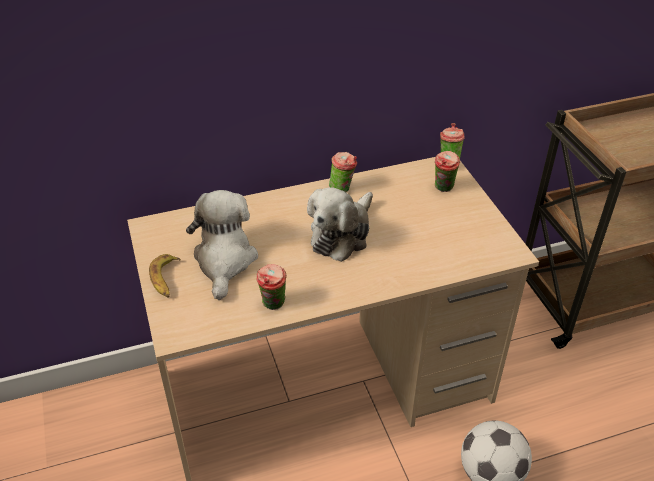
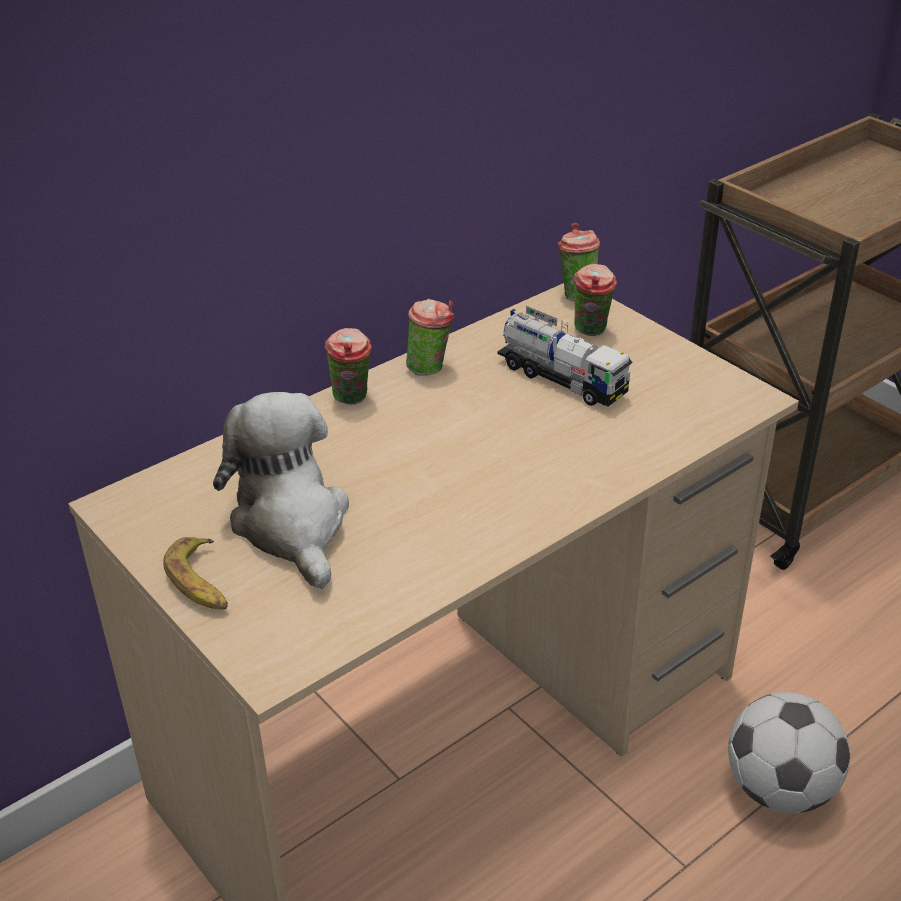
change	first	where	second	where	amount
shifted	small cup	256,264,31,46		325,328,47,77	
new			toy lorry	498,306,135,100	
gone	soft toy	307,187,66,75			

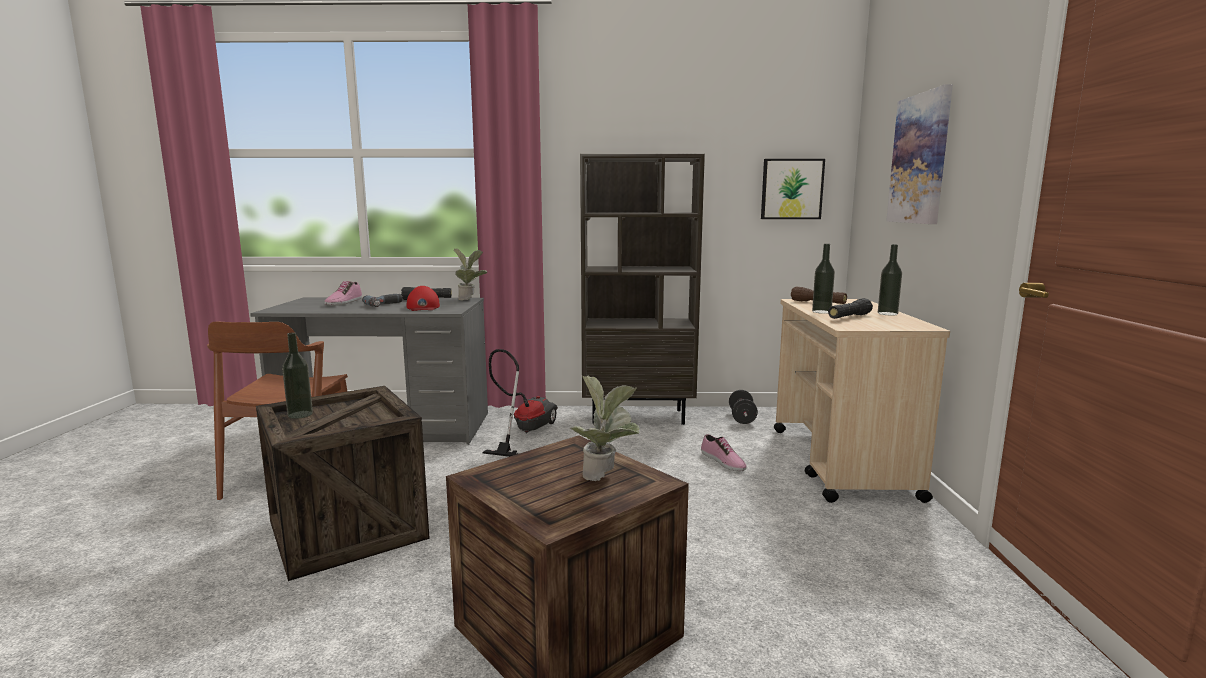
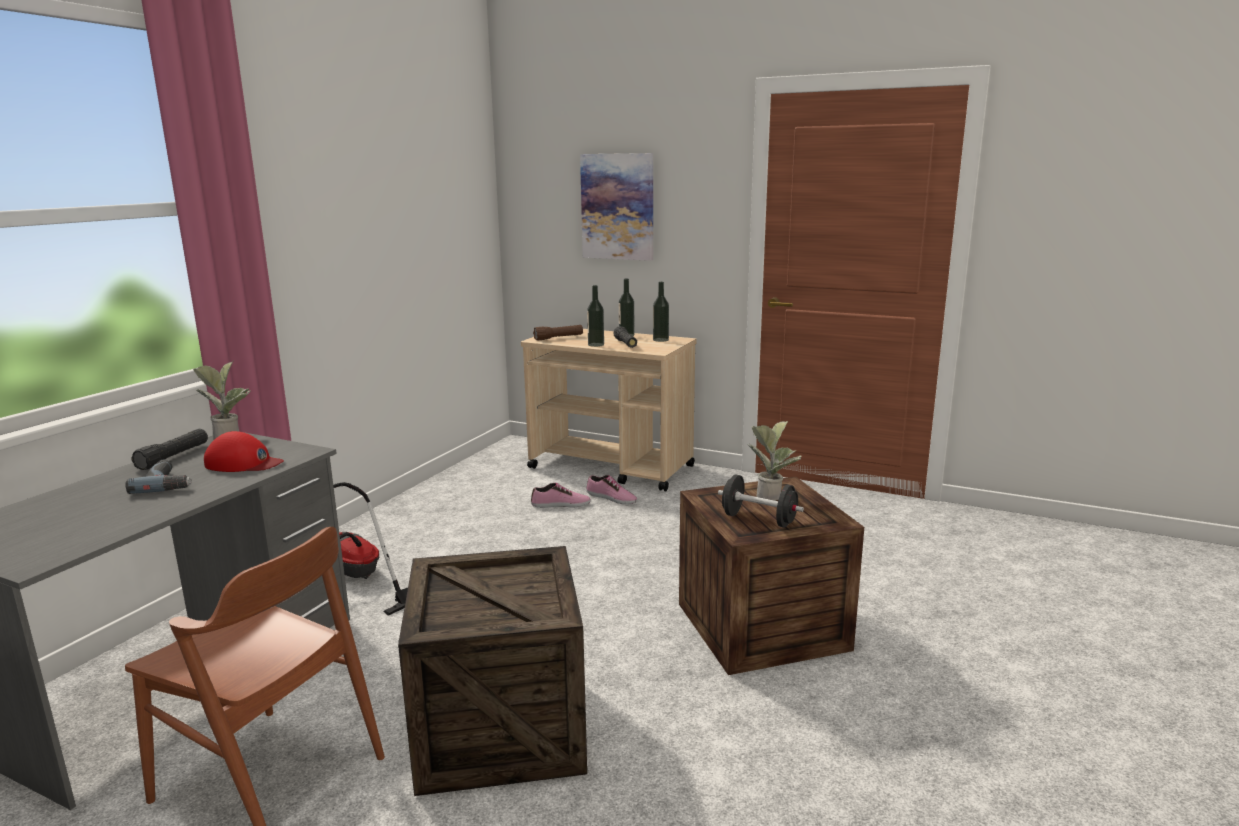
change	first	where	second	where	amount
shifted	low shoe	324,281,38,25		587,475,50,29	
shifted	beverage bottle	282,332,31,87		653,282,16,60	
shifted	blackish hand weight	729,390,29,34		718,475,86,53	
gone	brownish bookshelf	580,154,125,271			
gone	wall picture	761,159,64,60			

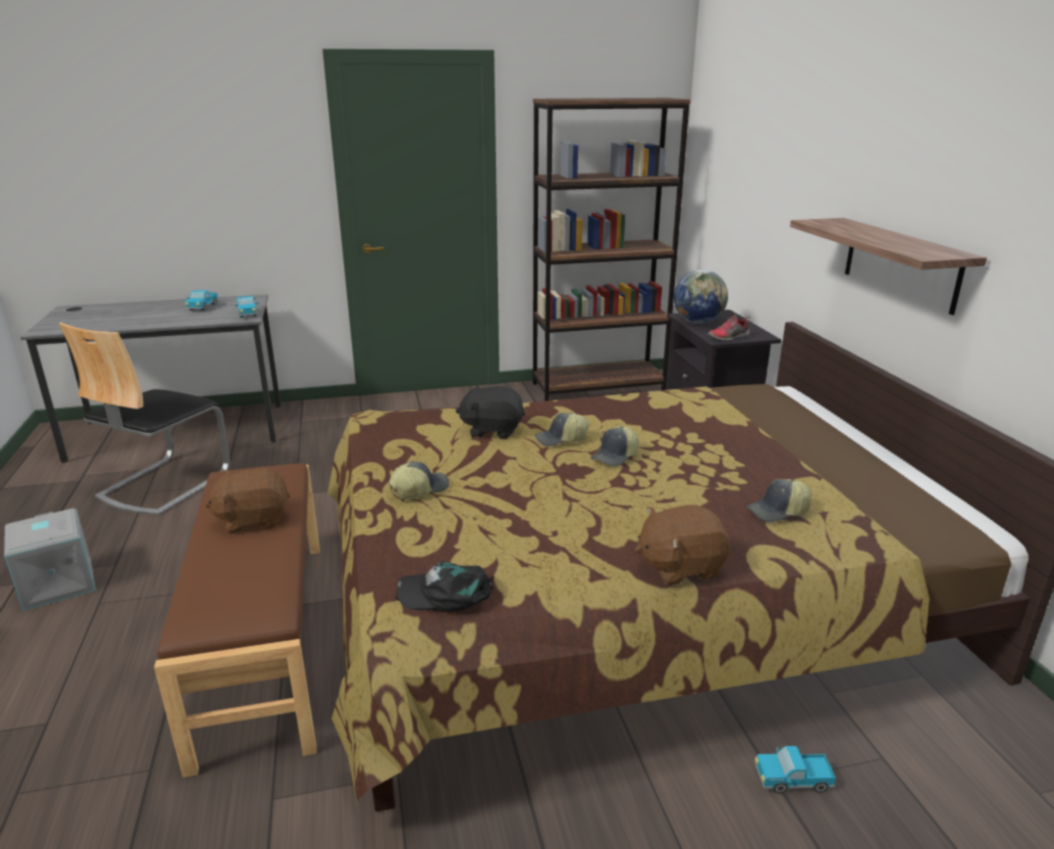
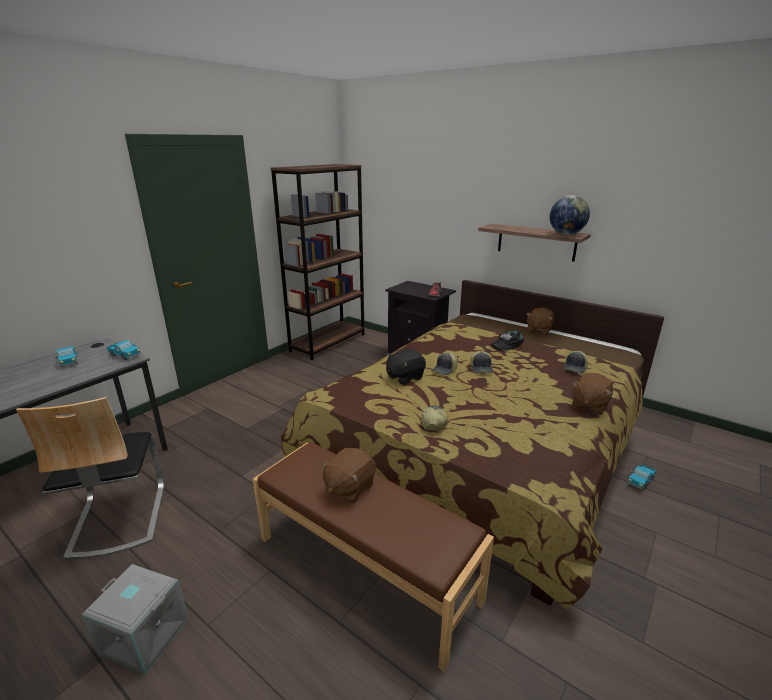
change	first	where	second	where	amount
shifted	blackish baseball cap	395,561,99,51		491,331,33,20	
new			brownish soft toy	526,308,29,27	
shifted	world globe	674,269,54,55		550,195,40,40	

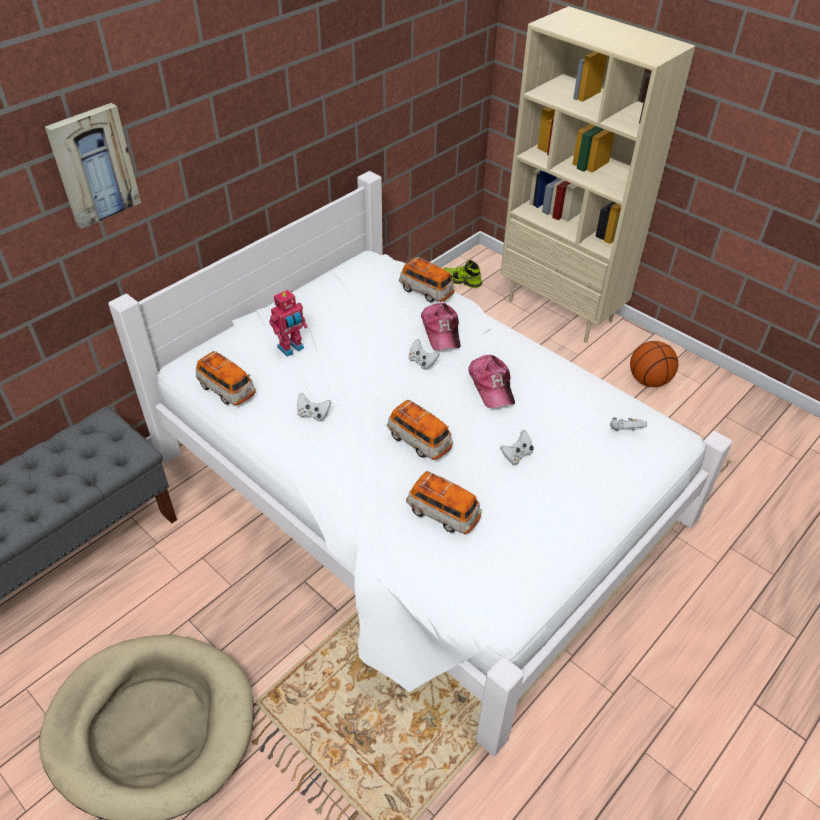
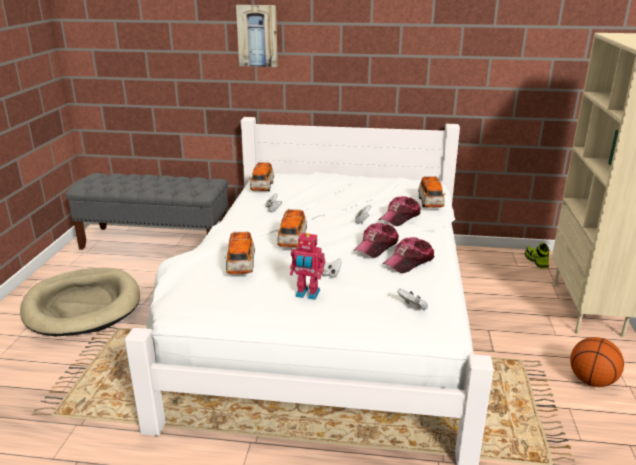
change	first	where	second	where	amount
shifted	model robot	269,290,39,67		290,233,35,67	
new			baseball cap	382,237,53,36	

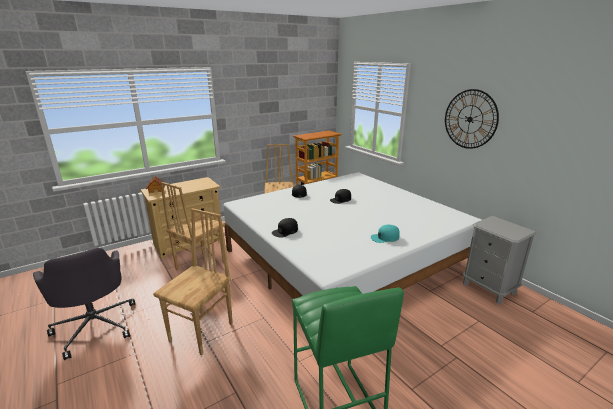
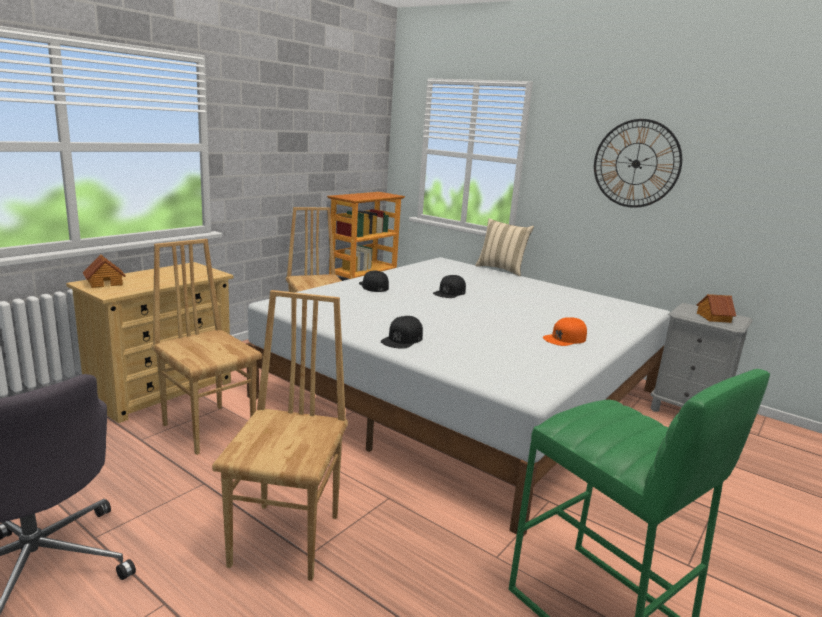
change	first	where	second	where	amount
rotated	brownish chair	160,182,65,88		151,239,111,216	120 degrees clockwise
new			sand-coloured cushion	475,218,59,58	
repainted	turquoise baseball cap	371,225,29,18	orangey baseball cap	543,317,44,29	
new			miniature house	697,294,39,29	

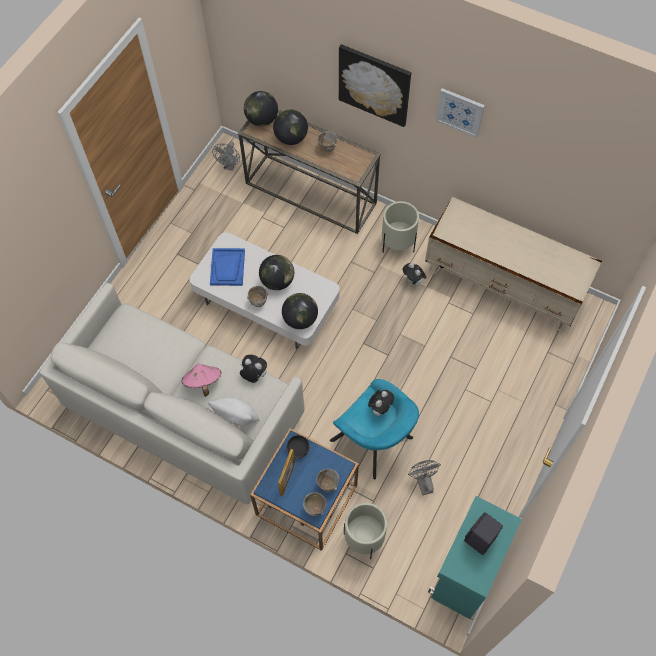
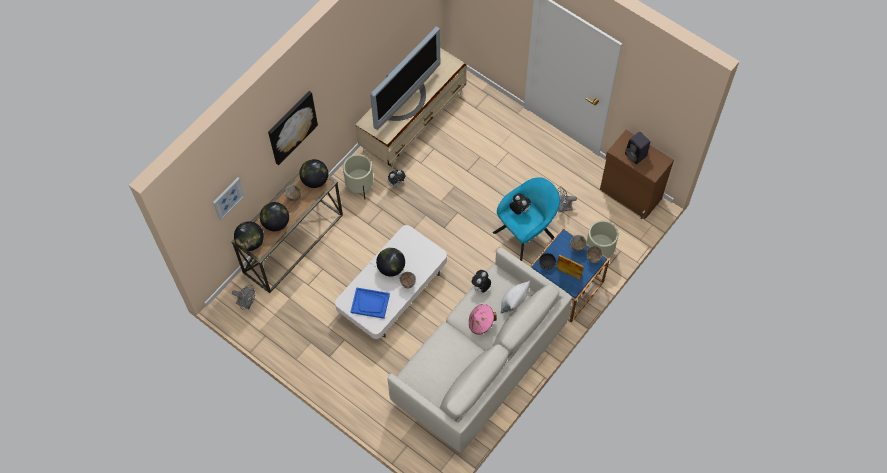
change	first	where	second	where	amount
shifted	wall picture	436,88,49,50		213,177,32,44	
shifted	world globe	282,293,36,36		299,159,29,29	
new			television	370,26,70,104	
repainted	turquoise storage cabinet	428,496,94,123	brownish storage cabinet	600,130,74,90	

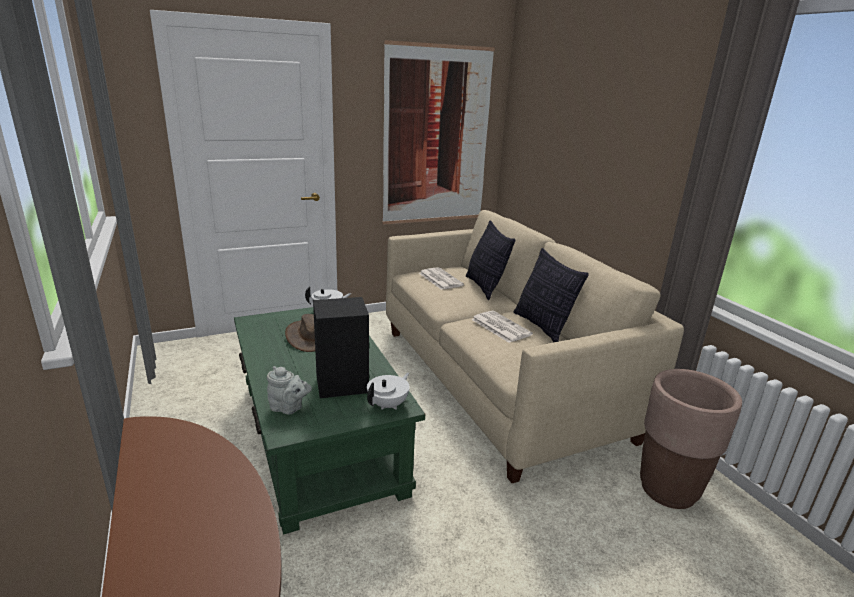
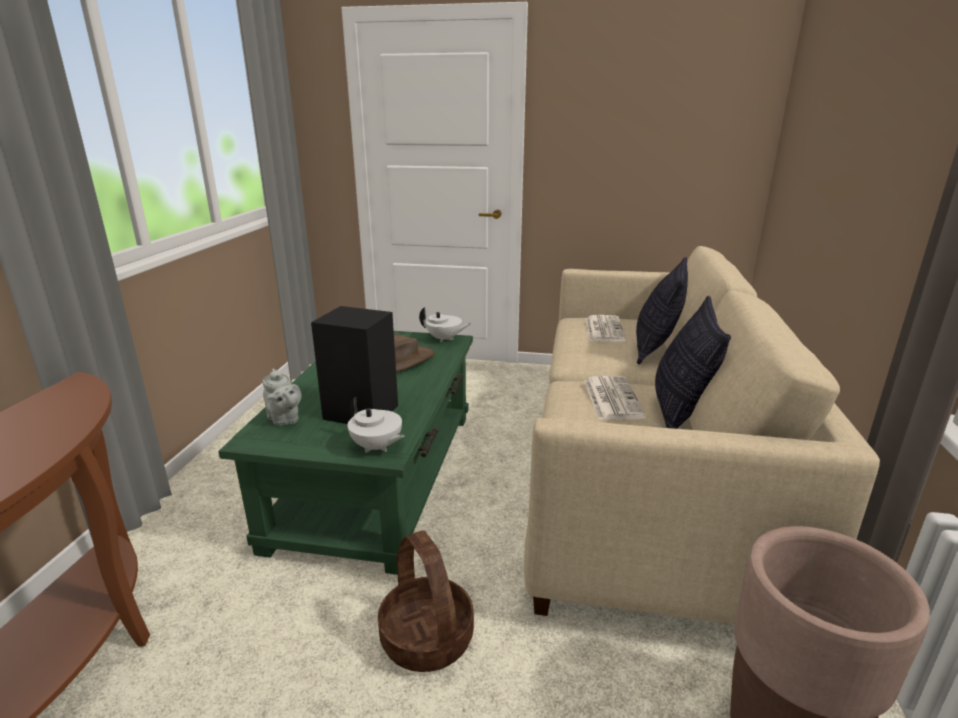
change	first	where	second	where	amount
rotated	white teapot	367,373,43,37		348,397,56,56	60 degrees clockwise
new			household basket	378,530,96,142	
gone	wall picture	382,40,113,185			

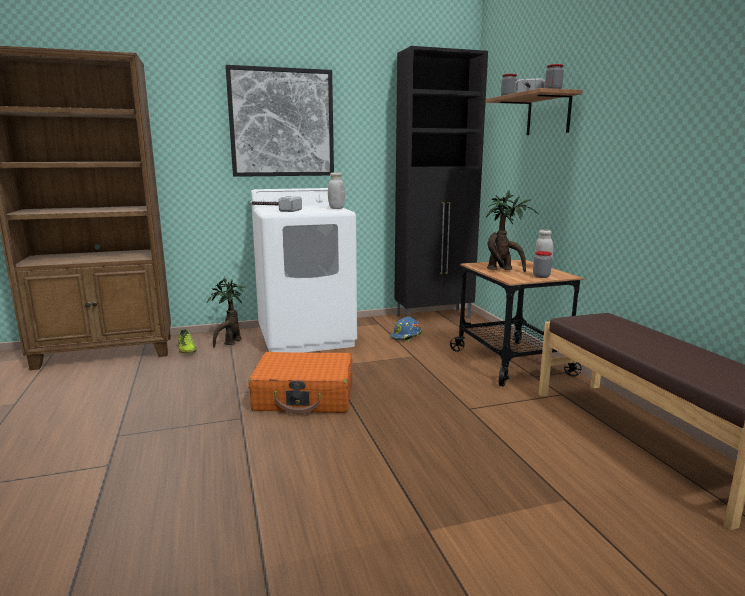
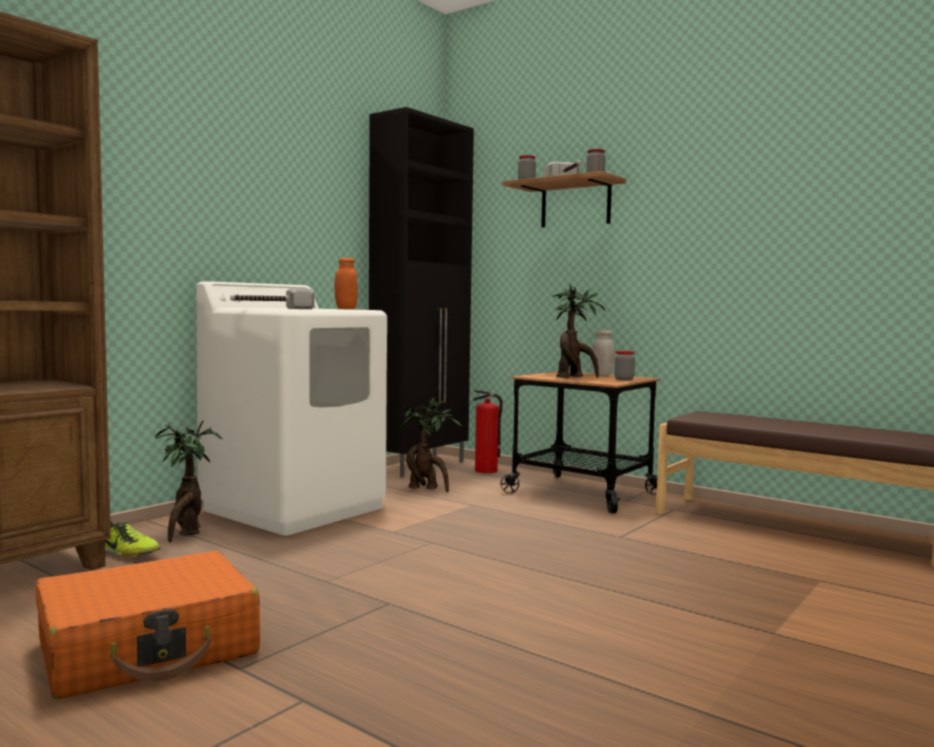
change	first	where	second	where	amount
shifted	orangey piece of luggage	248,352,104,63		36,551,224,148	
repainted	white preserve jar	328,173,17,36	orangey preserve jar	334,258,24,51	
swapped	blue-coloured hard hat	390,317,32,24	plant in a pot	401,398,61,94	
new			extinguisher	473,390,30,83	
gone	wall picture	225,65,109,112			

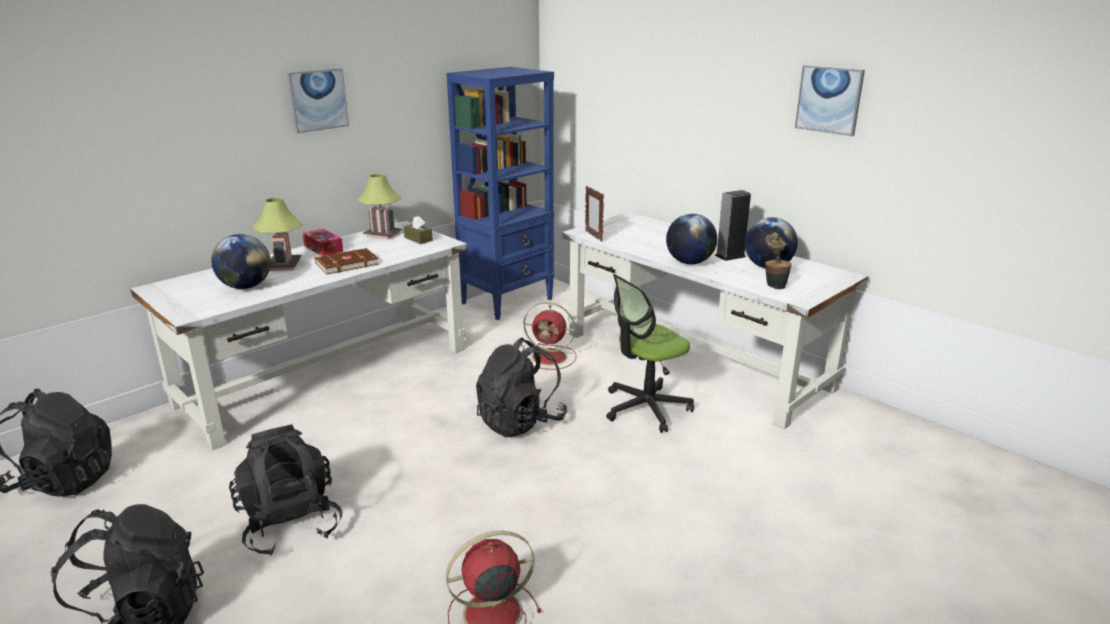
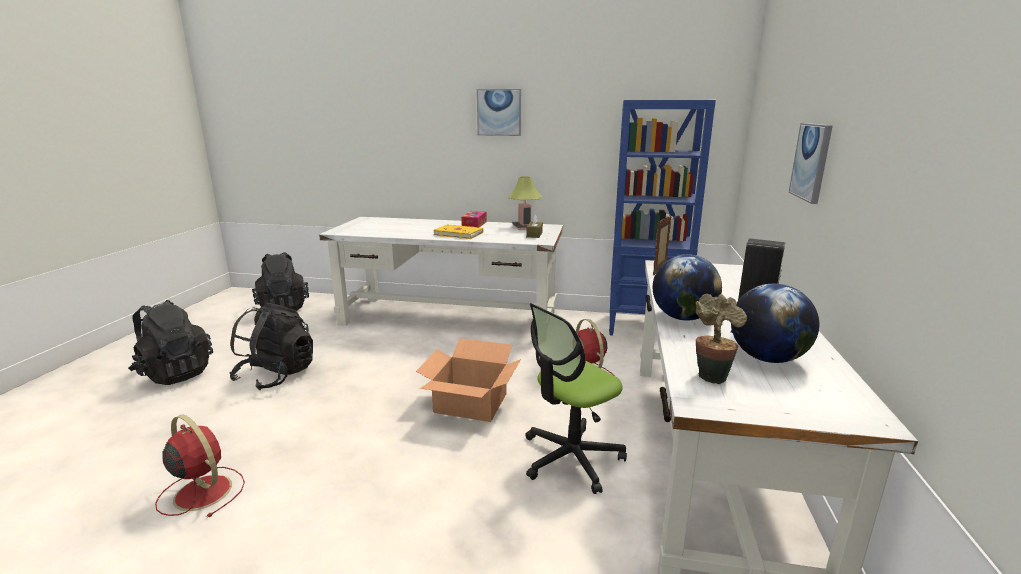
change	first	where	second	where	amount
swapped	blackish backpack	476,338,91,99	carton	416,338,105,84	
repainted	brownish volume	315,248,64,27	yellow-coloured volume	433,225,50,14	
rotated	desk chair	606,274,88,159		525,303,102,191	60 degrees counterclockwise
shifted	wall picture	795,65,70,71		789,123,44,81	
gone	world globe	211,234,60,55			
gone	lamp for a table	253,198,50,73			

